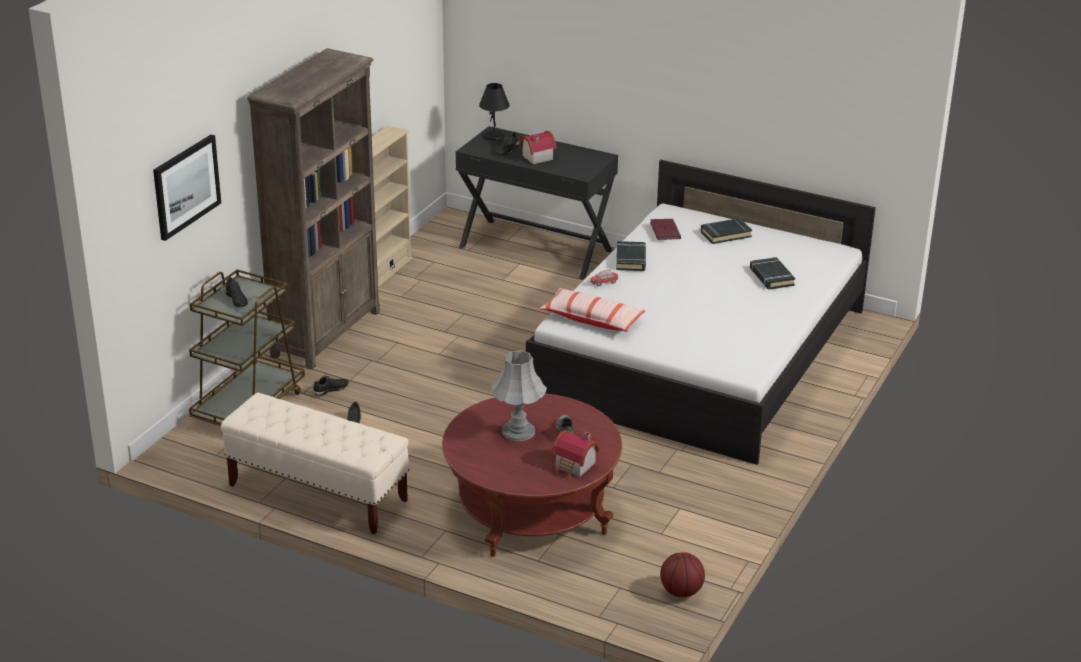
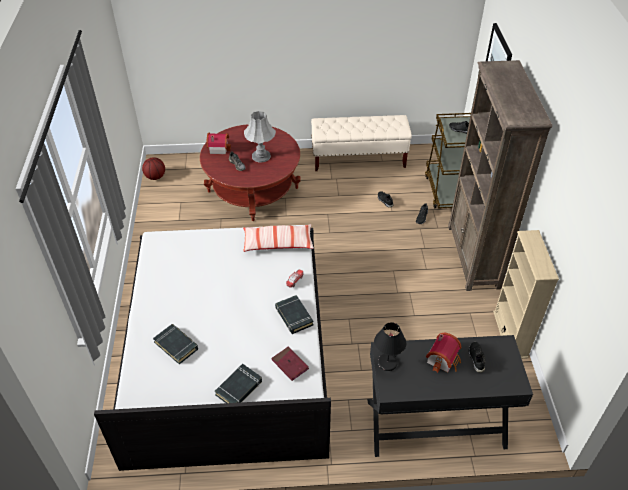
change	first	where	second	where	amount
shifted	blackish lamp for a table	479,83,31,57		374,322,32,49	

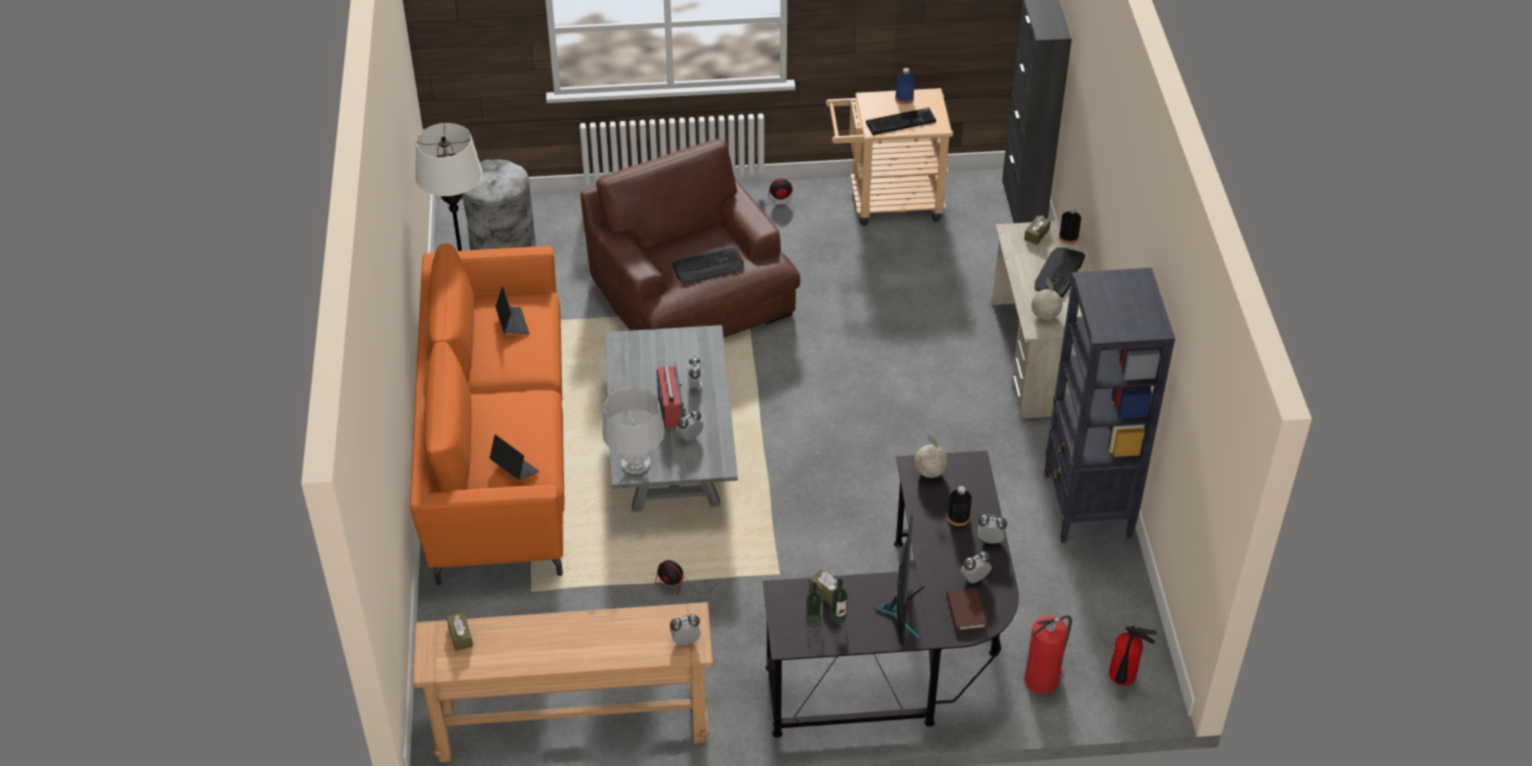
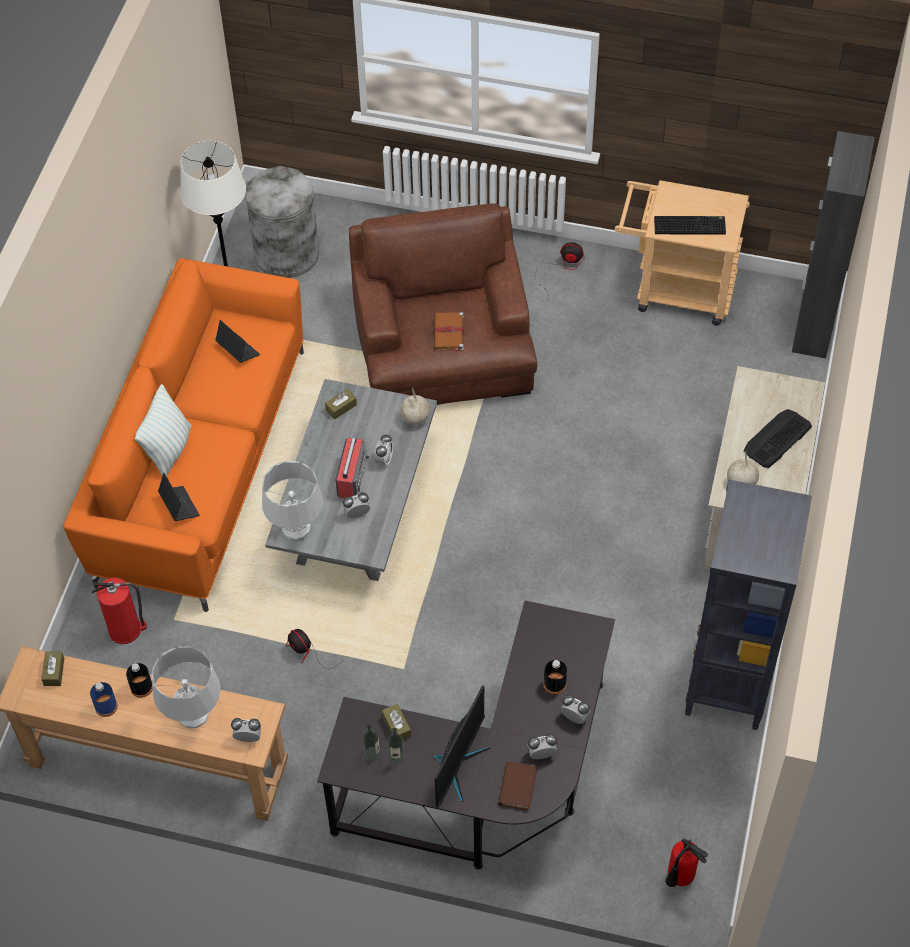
change	first	where	second	where	amount
shifted	blue-coloured beverage bottle	895,68,20,36		90,682,28,35	
shifted	extinguisher	1024,615,48,79		91,578,56,66	
shifted	blackish beverage bottle	1059,207,22,37		126,663,27,35	
new			cushion	135,385,56,91	
new			grey lamp for a table	152,646,68,82	
rotated	notebook computer	495,286,34,48		215,320,45,43	45 degrees counterclockwise
shifted	brownish tissue holder	1024,215,27,30		325,389,32,30	
shifted	world globe	914,433,34,45		400,387,30,38	
swapped	PC keyboard	672,248,72,35	brownish volume	434,312,30,41	

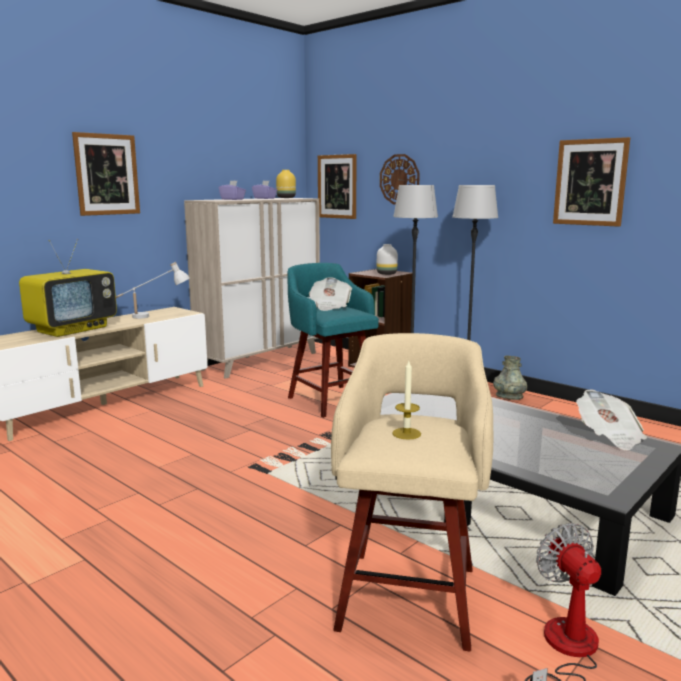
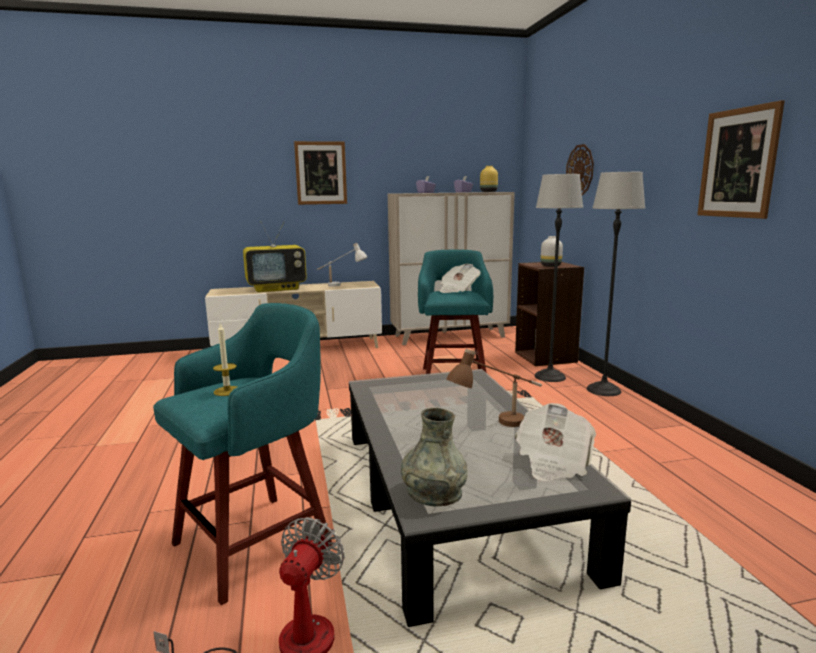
change	first	where	second	where	amount
repainted	sand-coloured sitting stool	331,333,163,319	turquoise sitting stool	153,303,179,302	
shifted	grey vase	493,356,34,44		401,408,67,99	
new			brownish lamp for a table	446,349,96,78	
gone	wall picture	318,154,39,65			

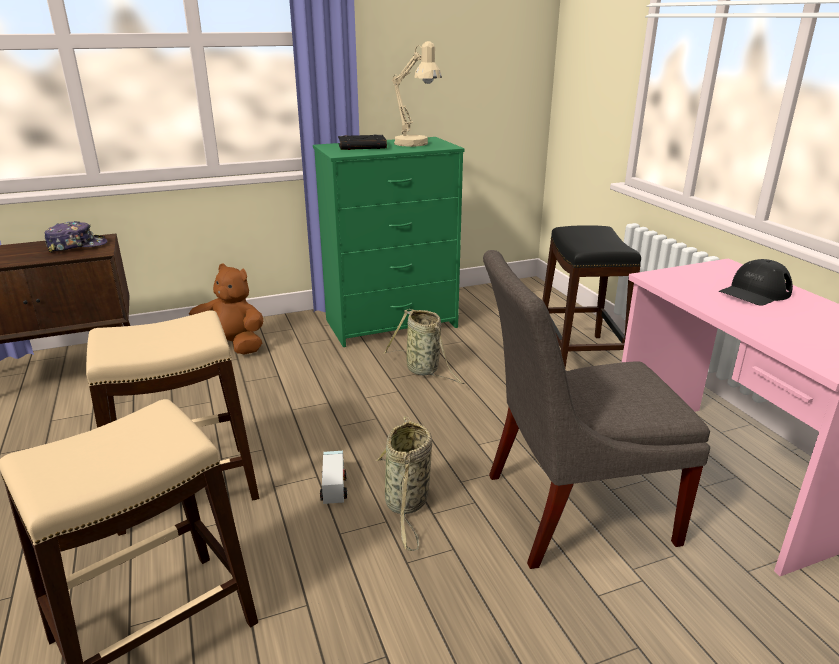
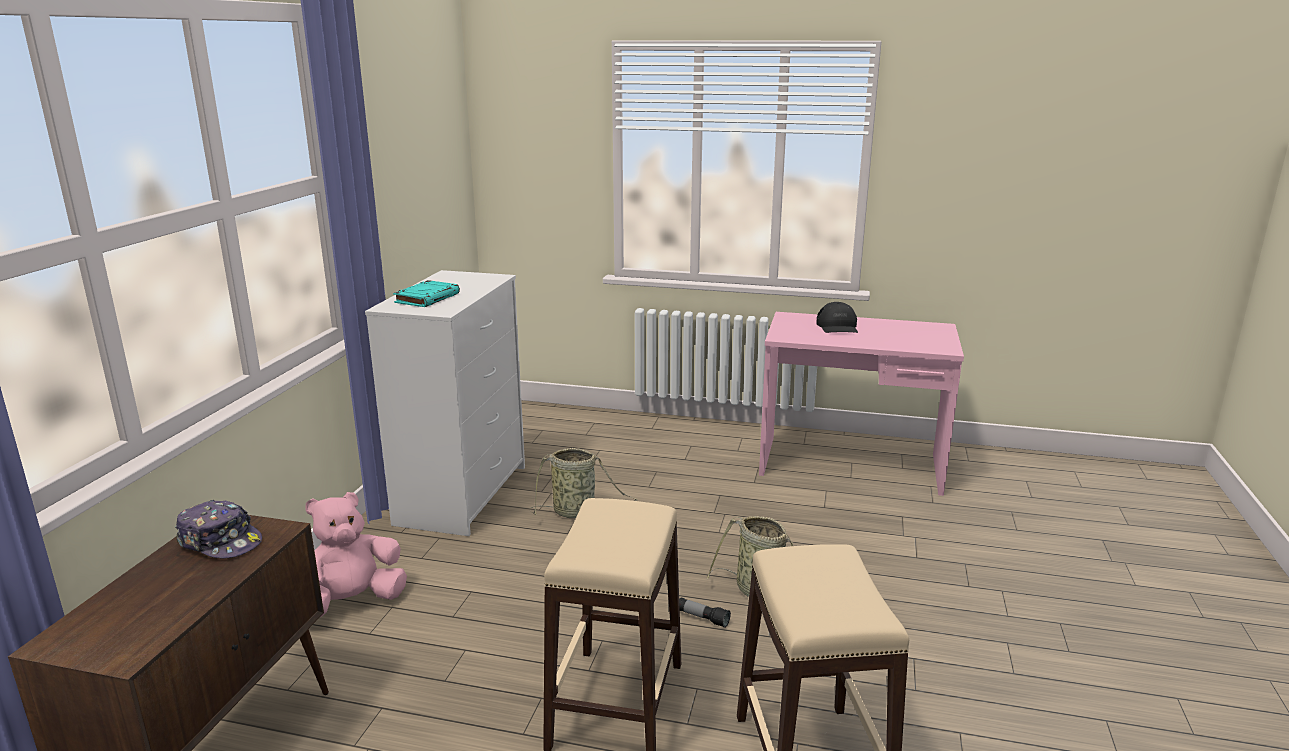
change	first	where	second	where	amount
rotated	baseball cap	44,221,64,32		175,500,87,58	105 degrees clockwise
repainted	brownish soft toy	189,263,74,92	pinkish soft toy	305,492,102,125	
repainted	green drawer chest	313,137,152,210	white drawer chest	365,270,160,266	
repainted	blackish volume	338,134,49,16	turquoise volume	393,280,67,27	
swapped	toy lorry	320,451,27,53	hand torch	679,597,52,31	
gone	sand-coloured lamp for a table	392,41,50,106			
gone	grey chair	483,250,227,319			
gone	blackish sitting stool	542,225,99,143			

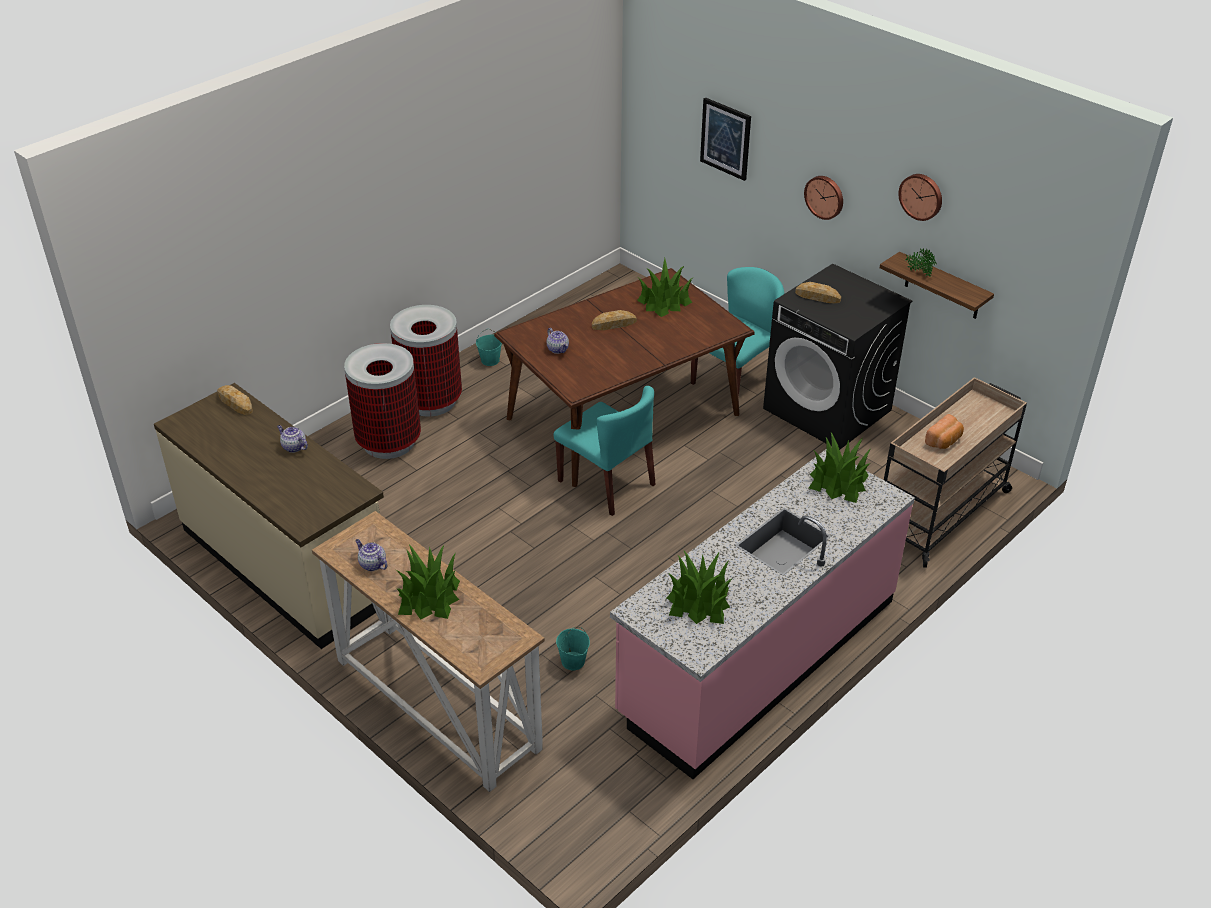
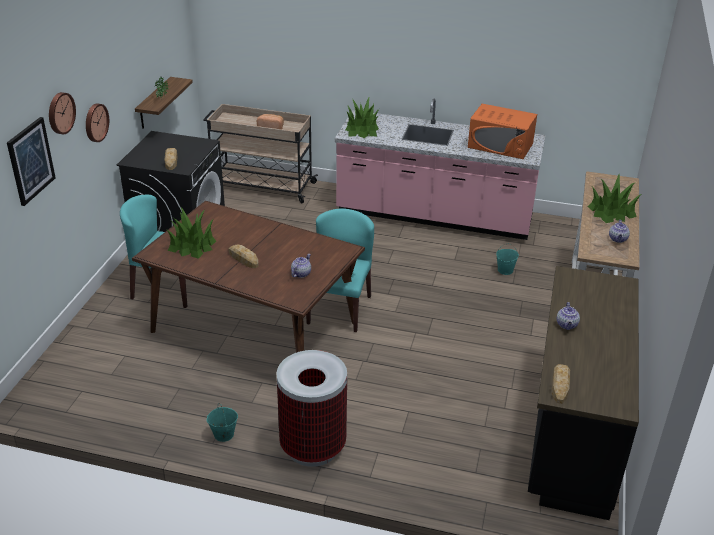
change	first	where	second	where	amount
shifted	wall clock	898,174,44,47		49,92,27,42	
swapped	plant in a pot	667,551,66,73	orangey microwave oven	468,104,69,55	
repainted	sand-coloured counter	154,383,230,266	blackish counter	528,266,111,254	
gone	trash can	344,343,77,116			

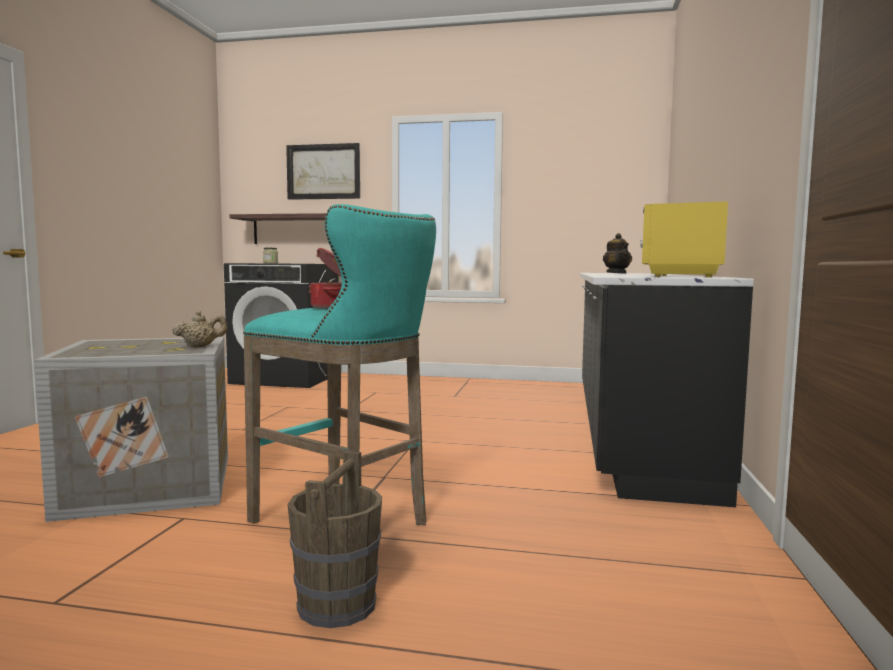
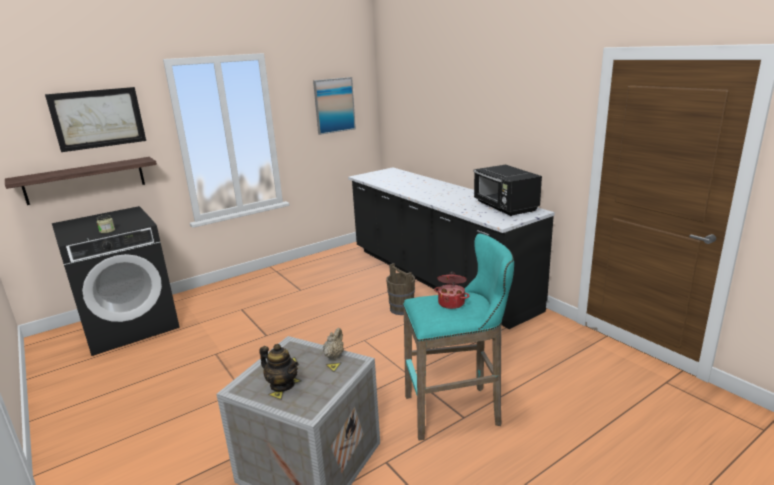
change	first	where	second	where	amount
shifted	teapot	603,233,29,41		260,344,38,48	
new			wall picture	313,77,43,58	
shifted	brownish pail	288,451,94,177		386,263,29,52	
repainted	yellow-coloured microwave oven	640,201,88,76	blackish microwave oven	473,165,69,51	

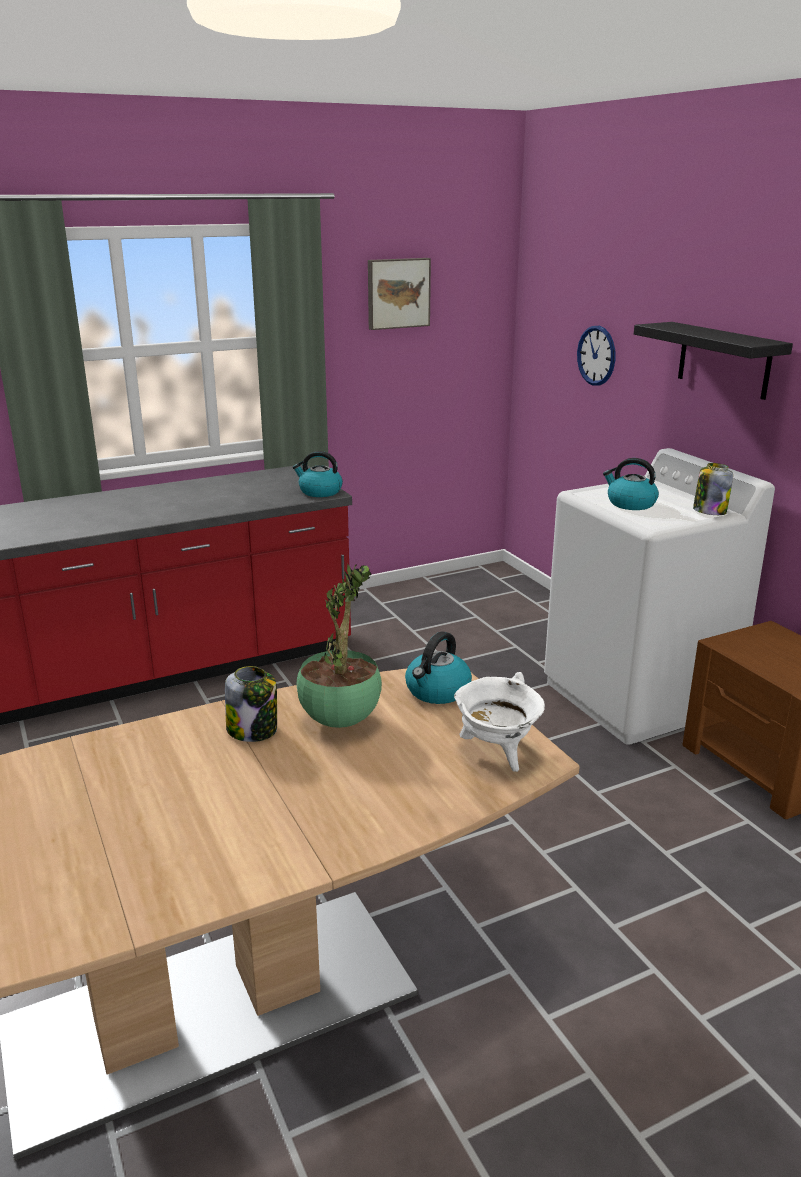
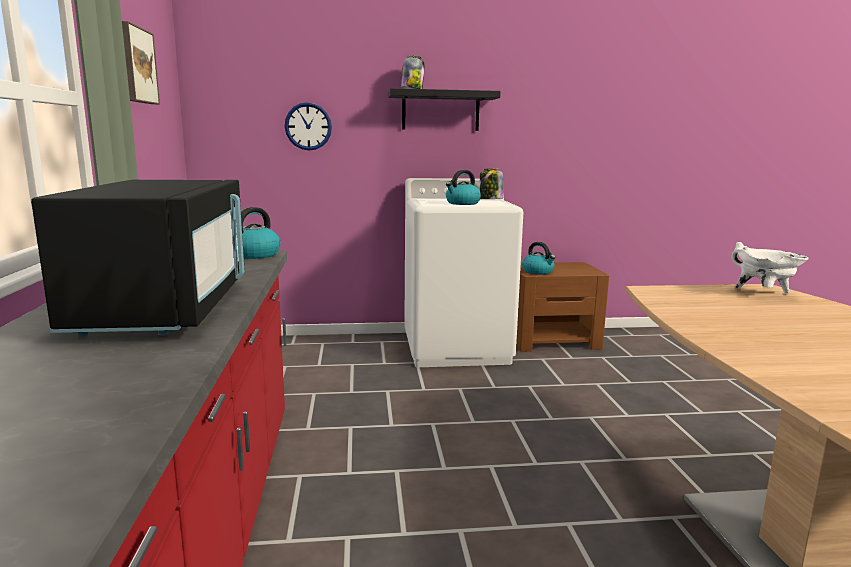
change	first	where	second	where	amount
new			blackish microwave oven	31,180,214,158	
shifted	preserve jar	225,666,52,76		401,55,24,34	
shifted	kettle	405,631,67,73		522,242,34,33	
gone	plant in a pot	297,564,85,164			

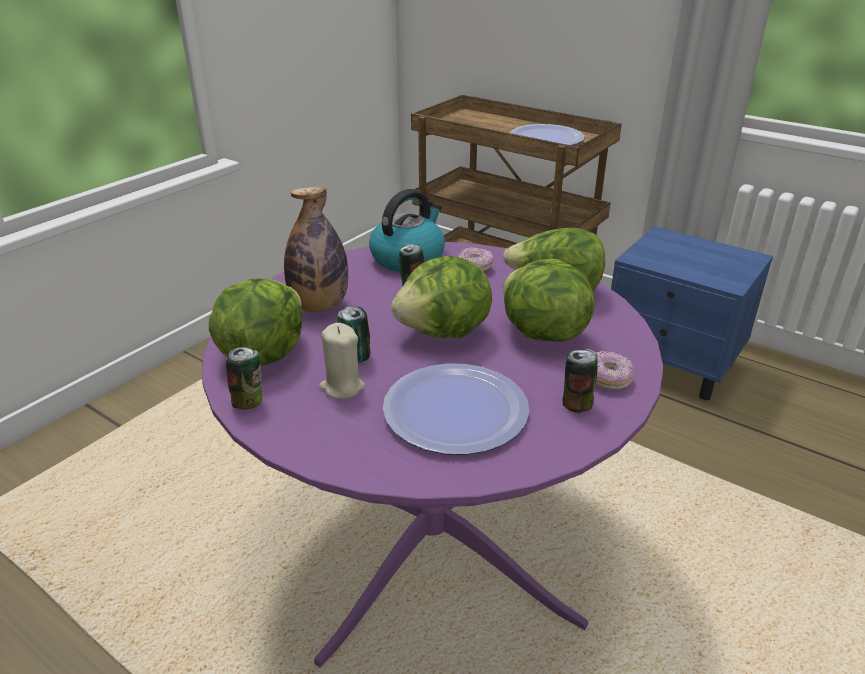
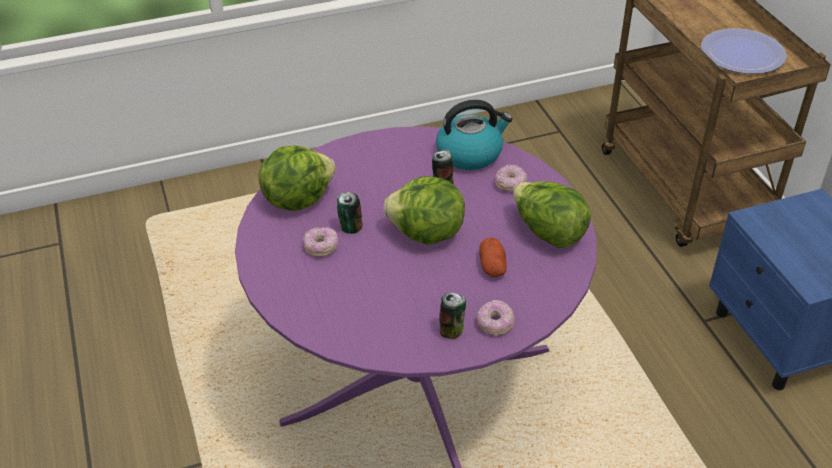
change	first	where	second	where	amount
swapped	sand-coloured wax candle	319,323,46,76	doughnut	303,227,35,30	
swapped	head of lettuce	503,258,92,84	spud	479,238,28,39	
gone	can	226,347,36,63			
gone	beverage bottle	284,187,64,126			
gone	dinner plate	383,363,146,92			

